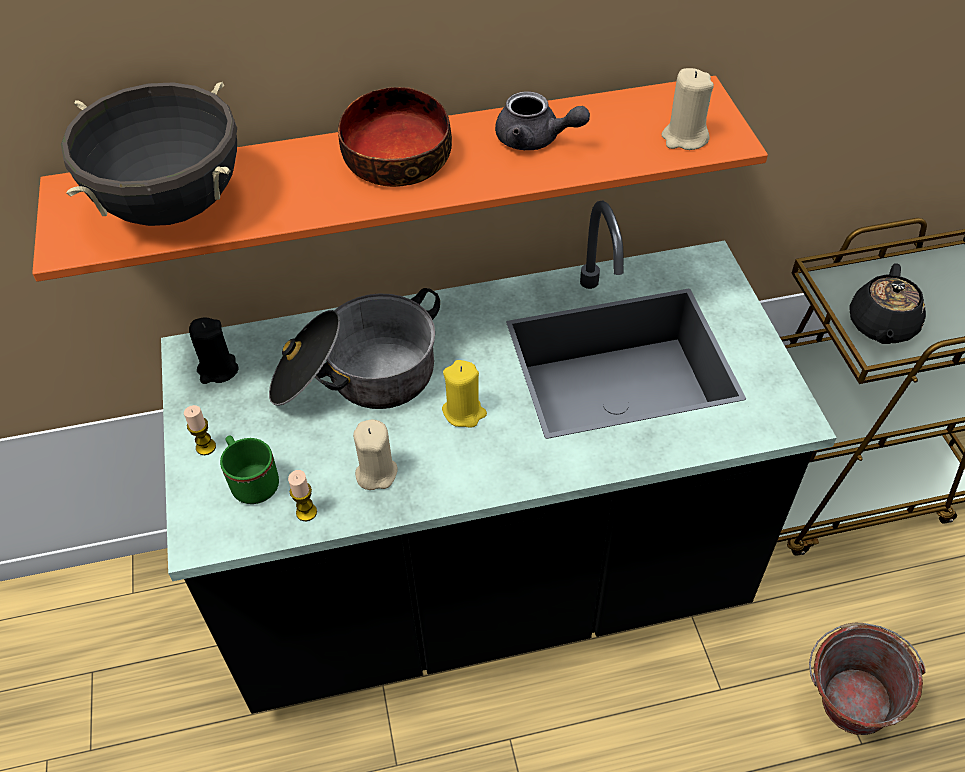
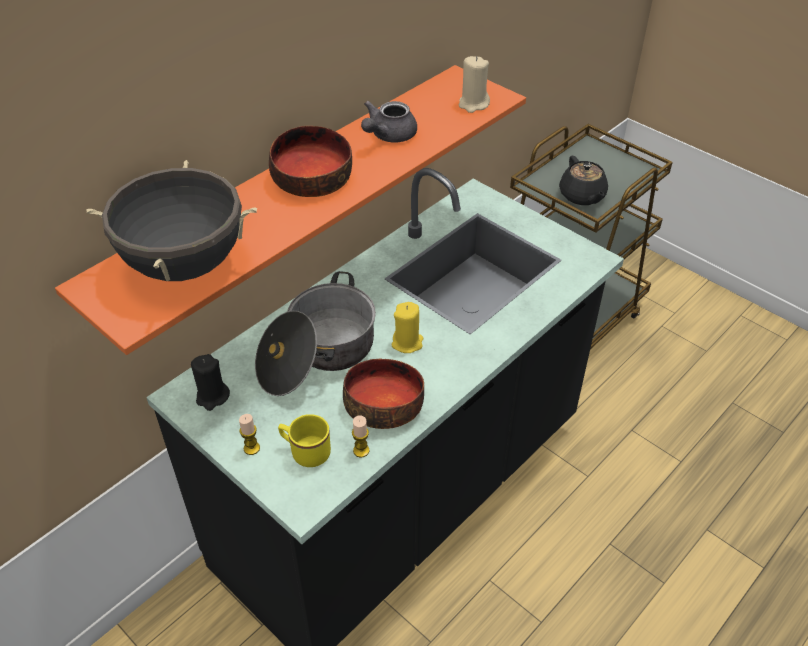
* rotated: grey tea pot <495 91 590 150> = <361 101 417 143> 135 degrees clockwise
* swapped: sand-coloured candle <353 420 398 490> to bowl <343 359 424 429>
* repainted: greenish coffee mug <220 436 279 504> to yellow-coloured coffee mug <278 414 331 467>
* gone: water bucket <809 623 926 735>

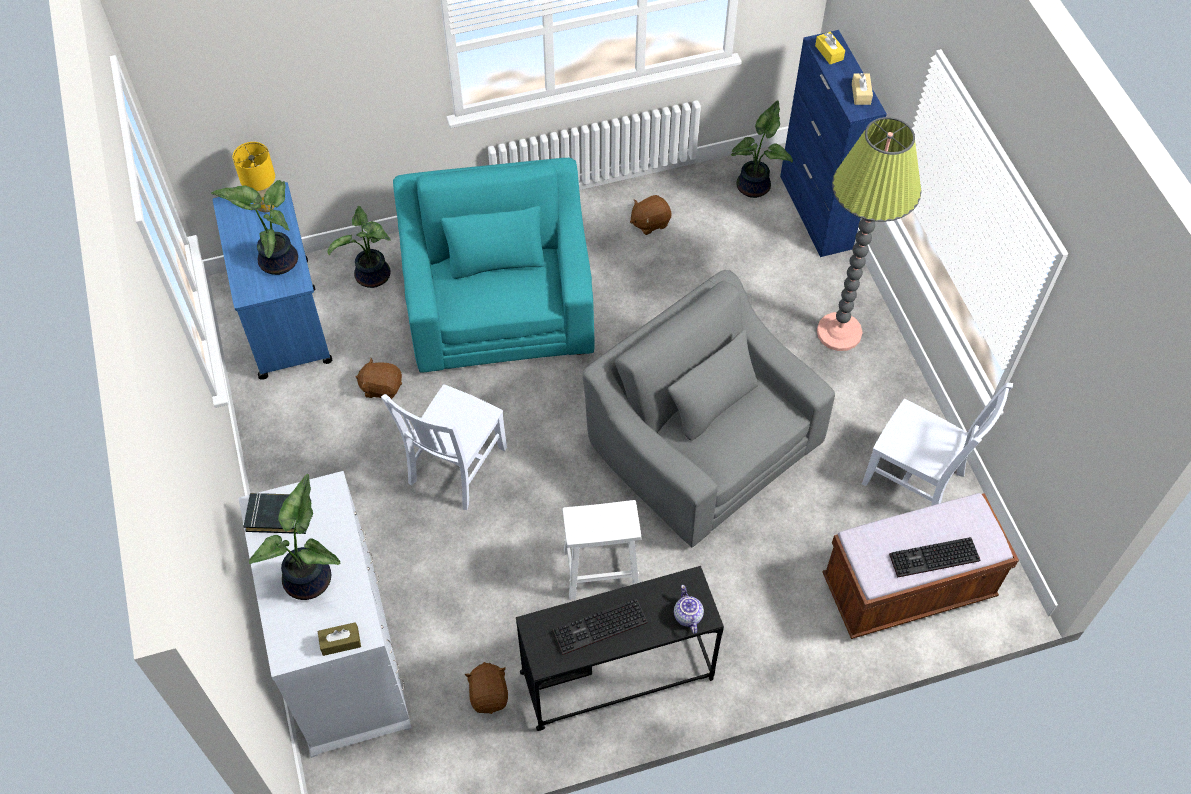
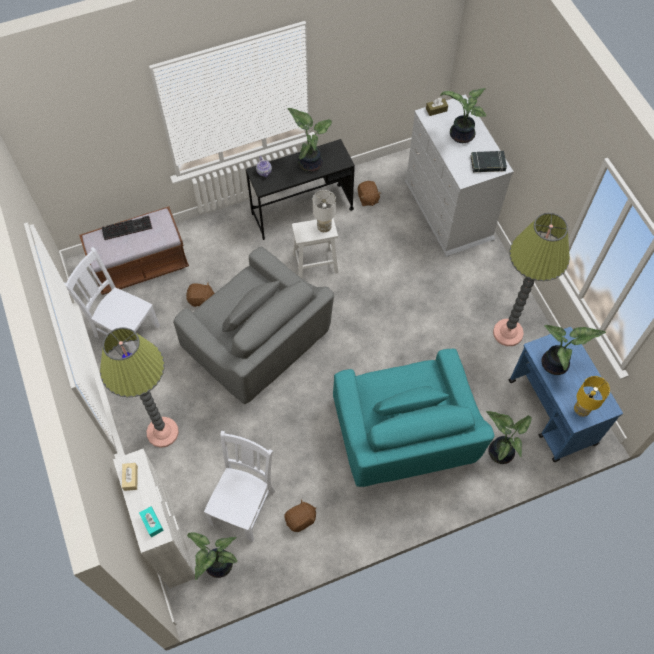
* repainted: blue-coloured cupboard <780 30 887 257> to whitish cupboard <113 449 195 588>
* repainted: yellow-coloured box of tissues <815 32 845 64> to blue-green box of tissues <139 506 164 537>
* shifted: brown-coloured soft toy <356 358 402 399> to <186 282 215 307>
* shifted: whitish chair <381 384 507 510> to <204 431 275 542>
* swapped: PC keyboard <553 599 648 655> to plant in a pot <287 108 333 172>
* new: whitish lamp for a table <313 190 336 232>
* new: standard lamp <493 213 570 346>

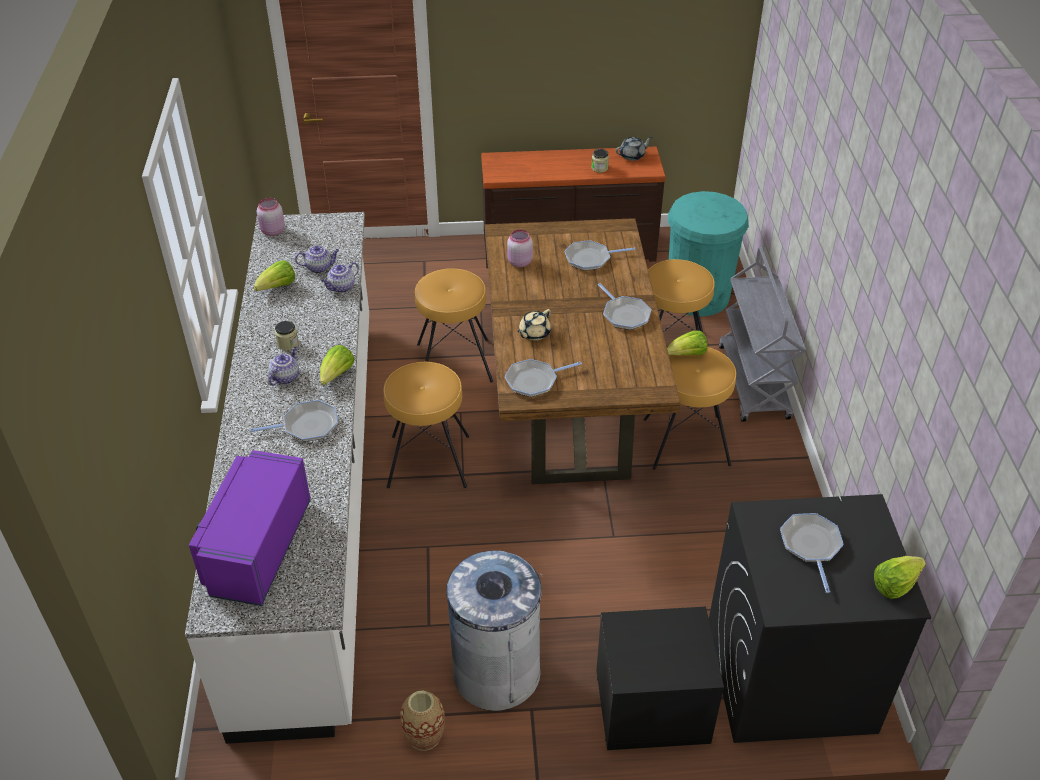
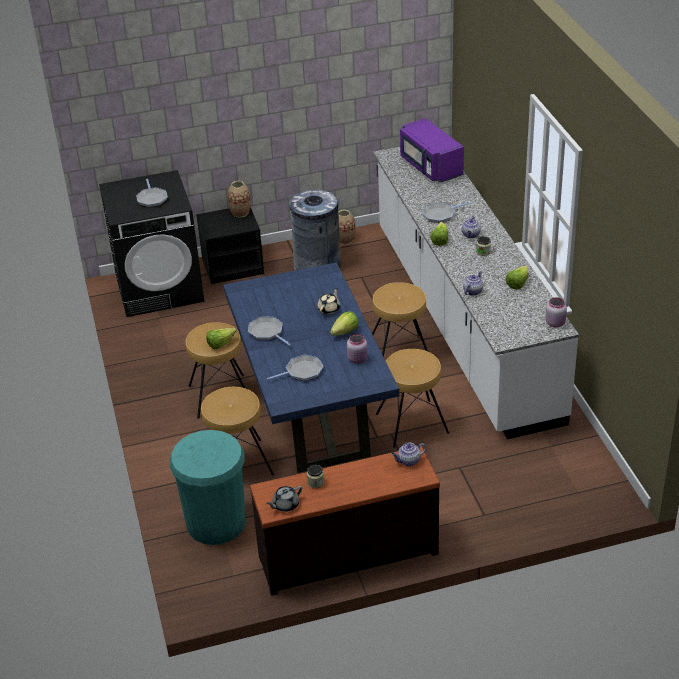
* repainted: brown-coloured dinner table <485 218 680 484> to blue-coloured dinner table <223 262 399 473>
* shifted: tea pot <295 245 339 273> to <392 443 426 466>
* gone: grey trolley <719 247 806 422>
* gone: frying pan <505 359 582 397>
* rotated: purple-coloured kitchen microwave <189 450 311 606> = <400 118 464 183> 150 degrees clockwise
* shifted: head of lettuce <874 556 926 599> to <330 311 359 336>
* new: decorative vase <227 181 251 217>

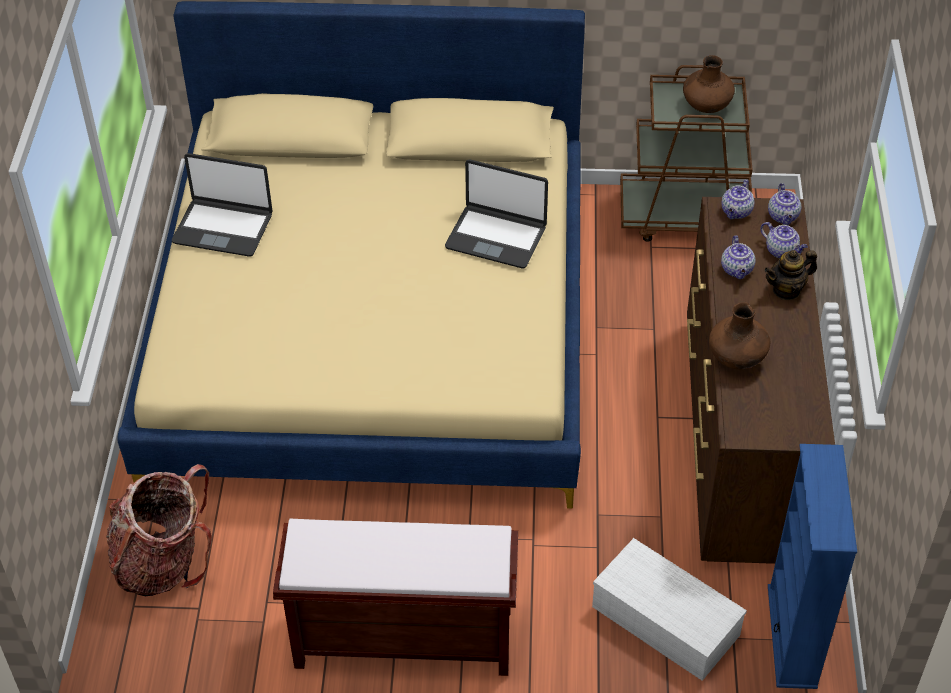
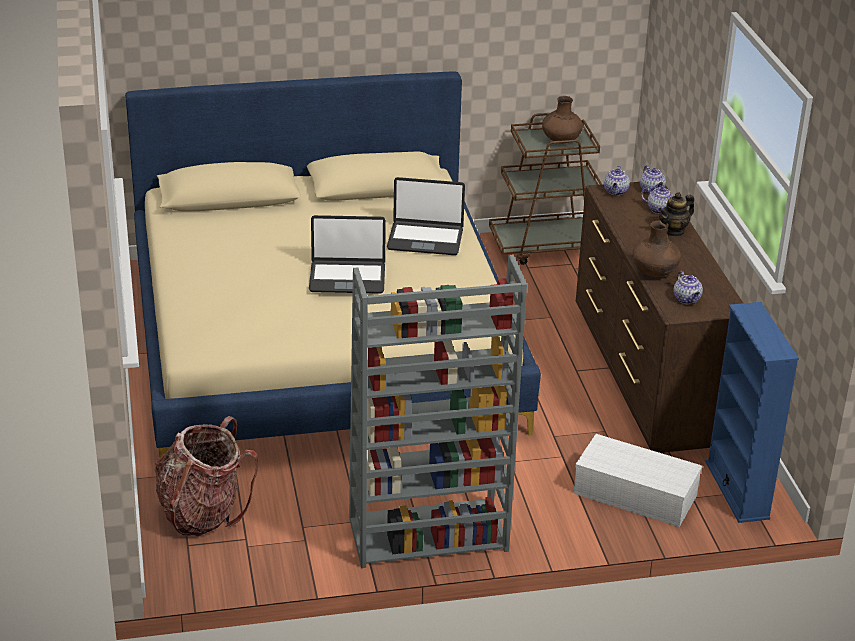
* shifted: portable computer <172 153 273 257> to <309 215 386 294>
* shifted: tea pot <721 235 755 279> to <673 271 703 304>
* swapped: brown-coloured long seat <273 519 518 676> to grey bookcase <349 255 527 568>

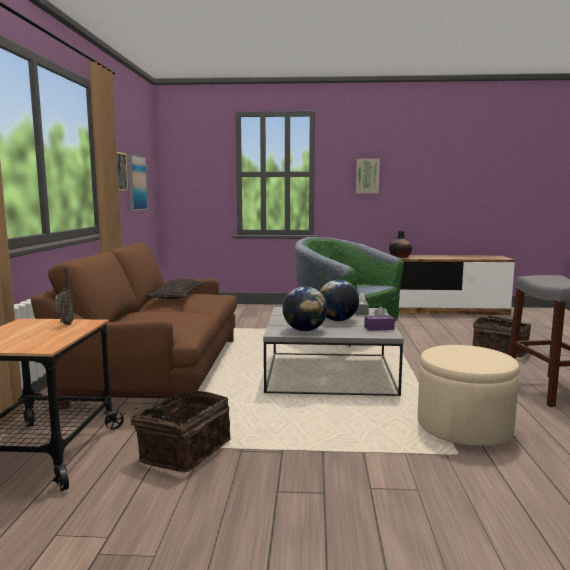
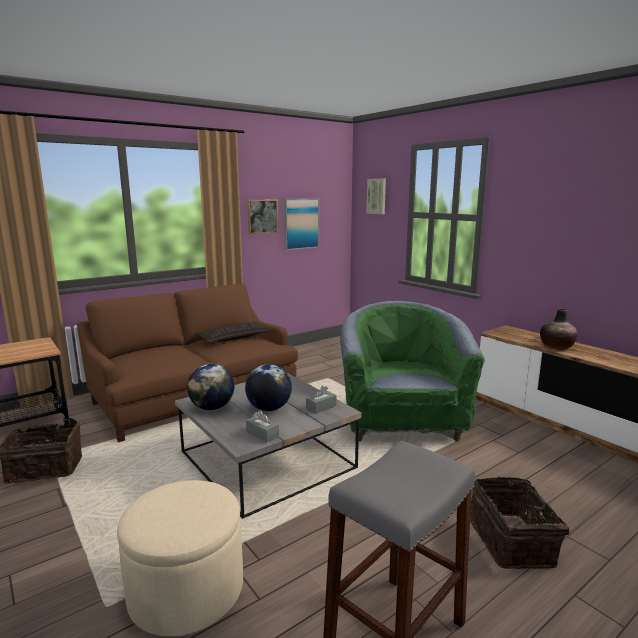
* shifted: wall art <356 159 380 193> to <366 179 386 214>
* gone: radio set <55 267 74 325>
* repainted: purple-coloured box of tissues <364 306 395 331> to grey box of tissues <246 410 279 443>

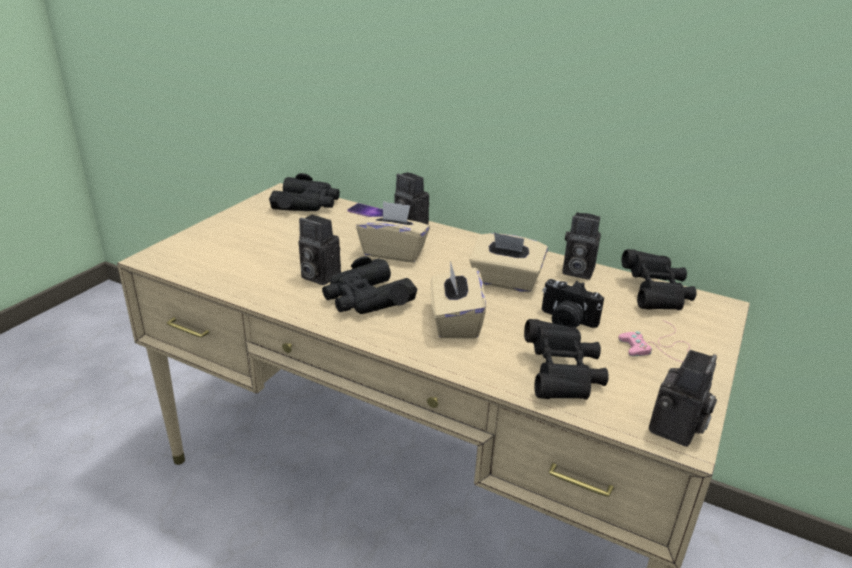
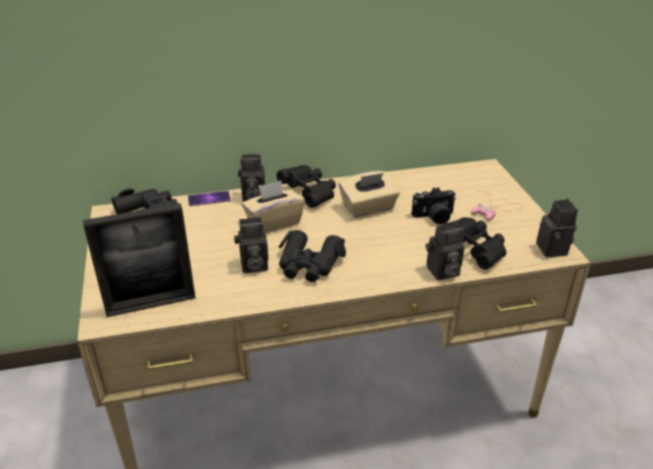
* shifted: still camera <562 212 601 280> to <426 222 464 280>
* shifted: black field glasses <621 249 697 310> to <277 165 336 208>
* gone: sand-coloured box of tissues <430 261 486 339>
* new: photo frame <83 203 195 317>

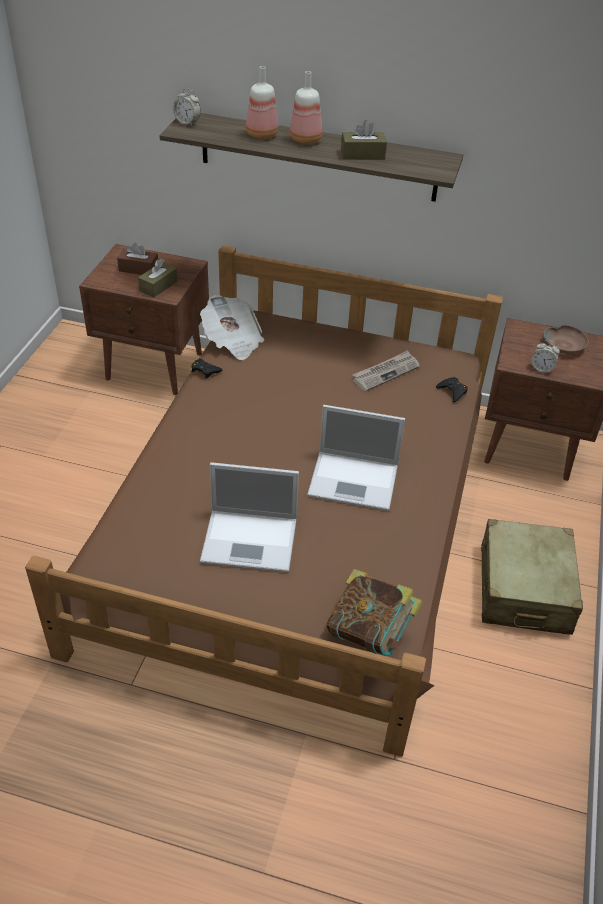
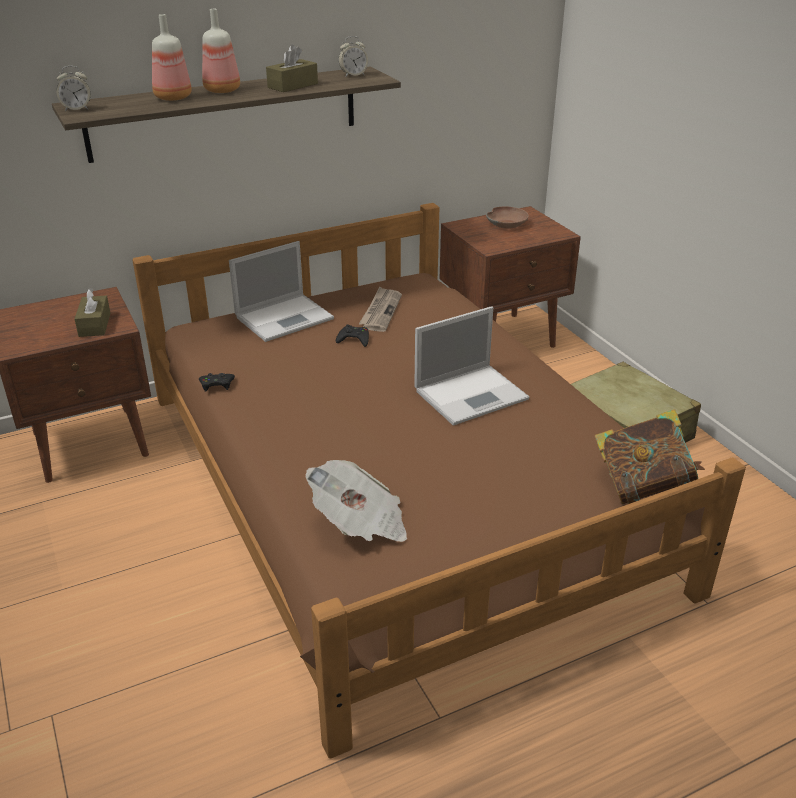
* gone: brown-coloured box of tissues <117 243 158 275>
* shifted: printed paper <200 295 264 360> to <306 460 407 542>
* shifted: bedside clock <531 340 560 374> to <338 36 368 76>
* shifted: black gamepad <436 377 468 402> to <336 325 369 347>
* shifted: portable computer <200 462 299 572> to <229 241 334 342>

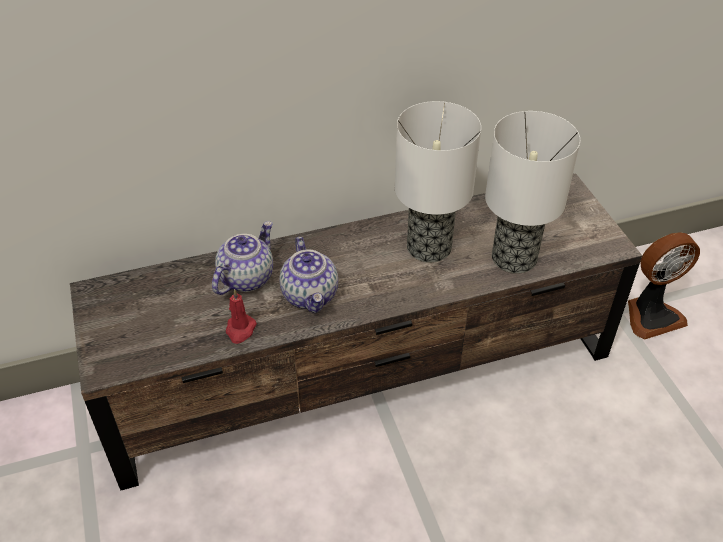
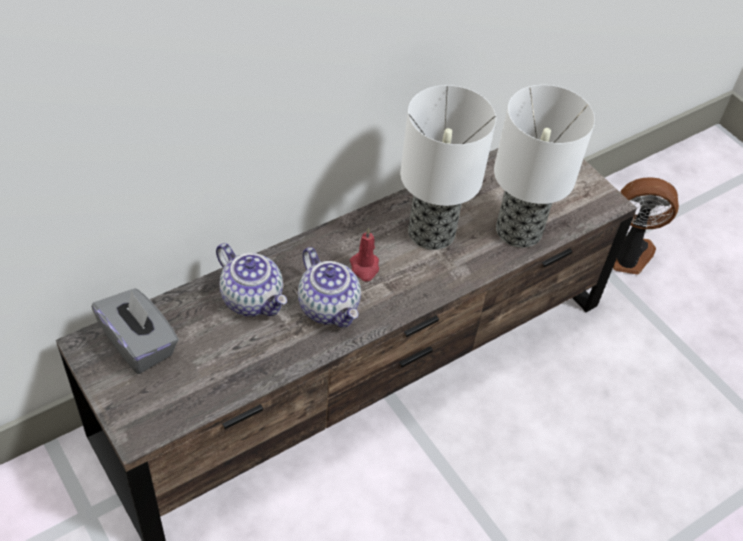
* rotated: tea pot <212 221 273 295> = <216 243 287 316> 120 degrees clockwise
* rotated: cooling fan <628 232 700 340> = <613 177 679 275> 135 degrees counterclockwise
* shifted: red-coloured candle <226 289 257 344> to <350 228 379 282>
* new: grey box of tissues <92 288 179 374>

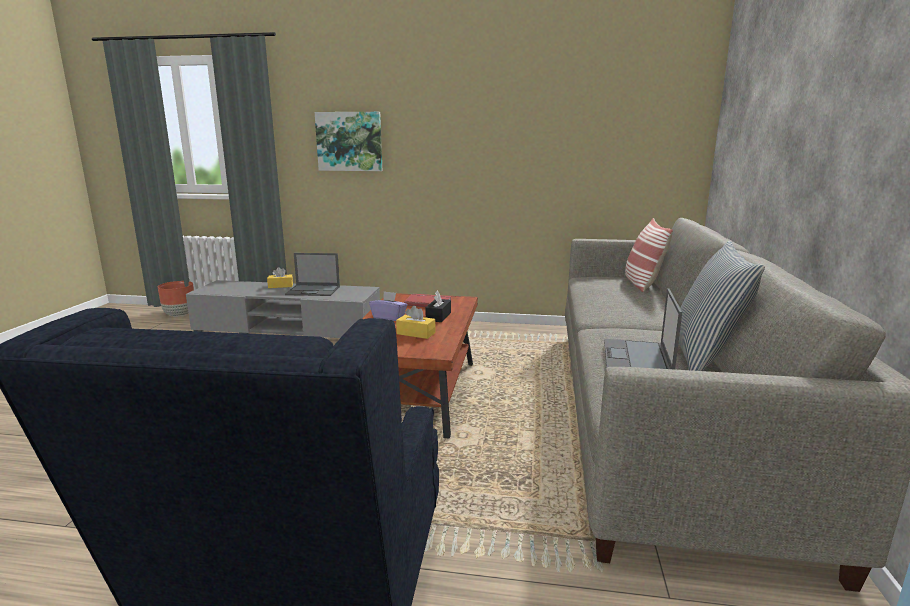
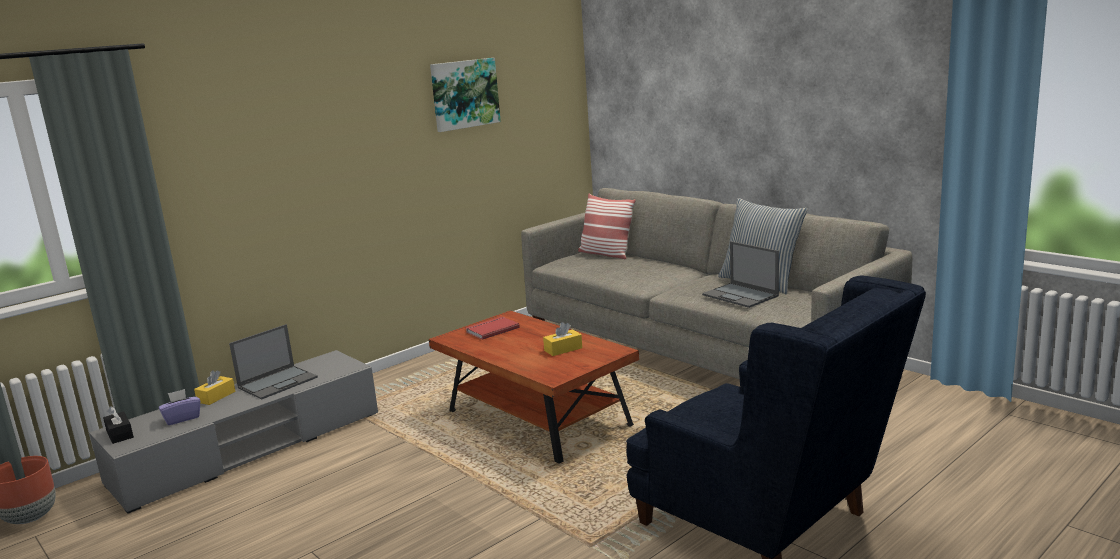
* shifted: wall art <315 112 382 171> to <430 58 501 132>
* shifted: purple-coloured box of tissues <369 291 407 321> to <159 389 200 425>
* shifted: black box of tissues <426 291 451 322> to <103 406 134 444>

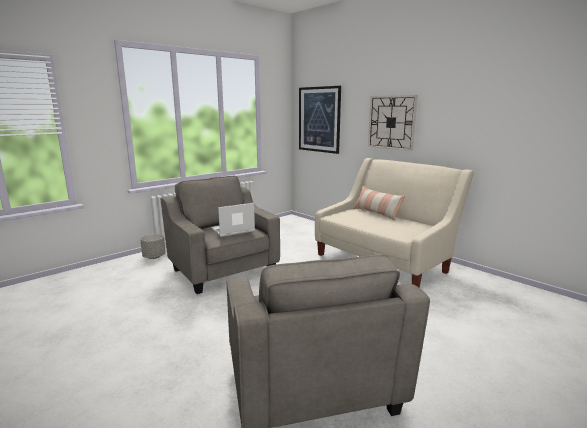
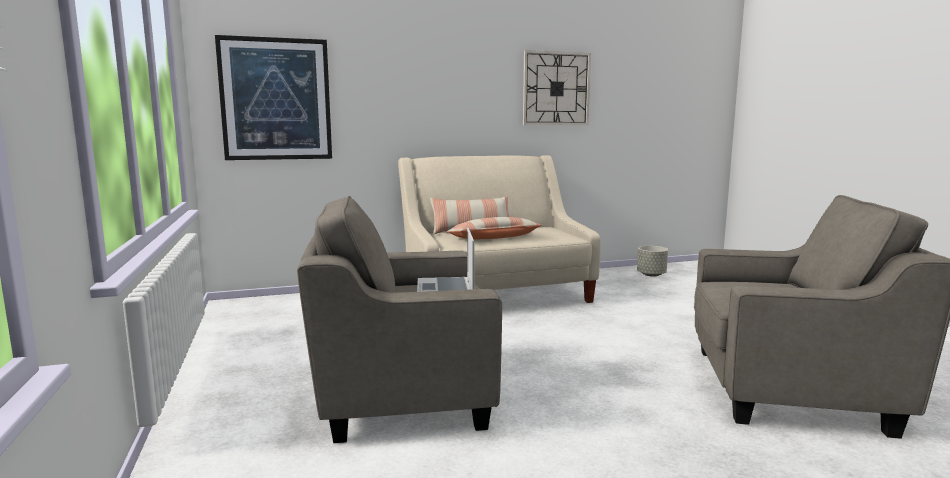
* shifted: clock on the wall <368 95 418 151> to <523 50 591 125>
* shifted: grey planter <140 234 166 259> to <637 246 668 277>
* new: cushion <447 217 542 239>

